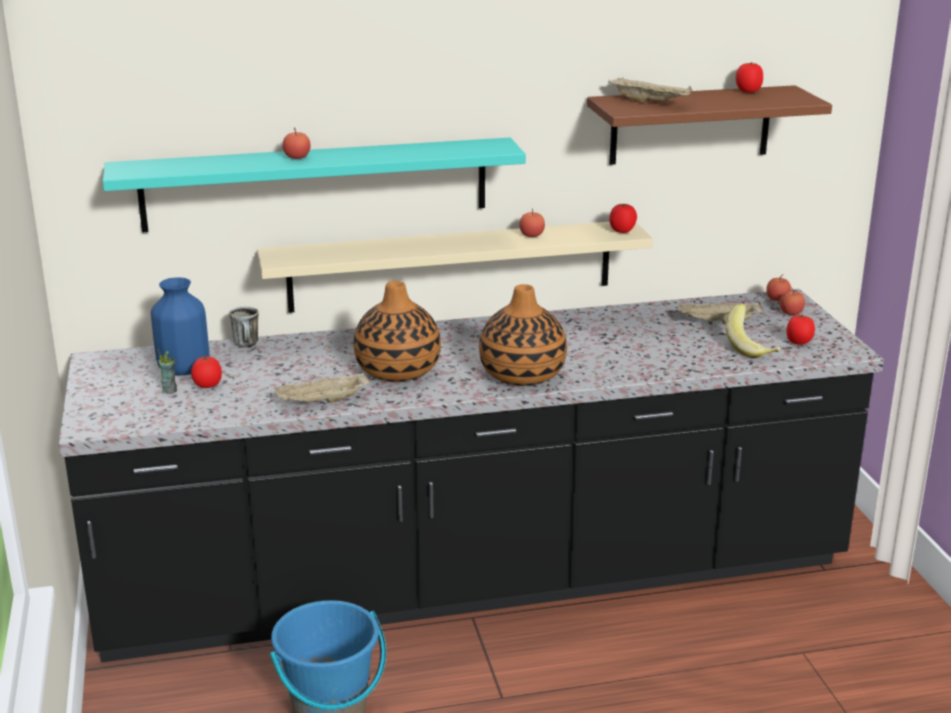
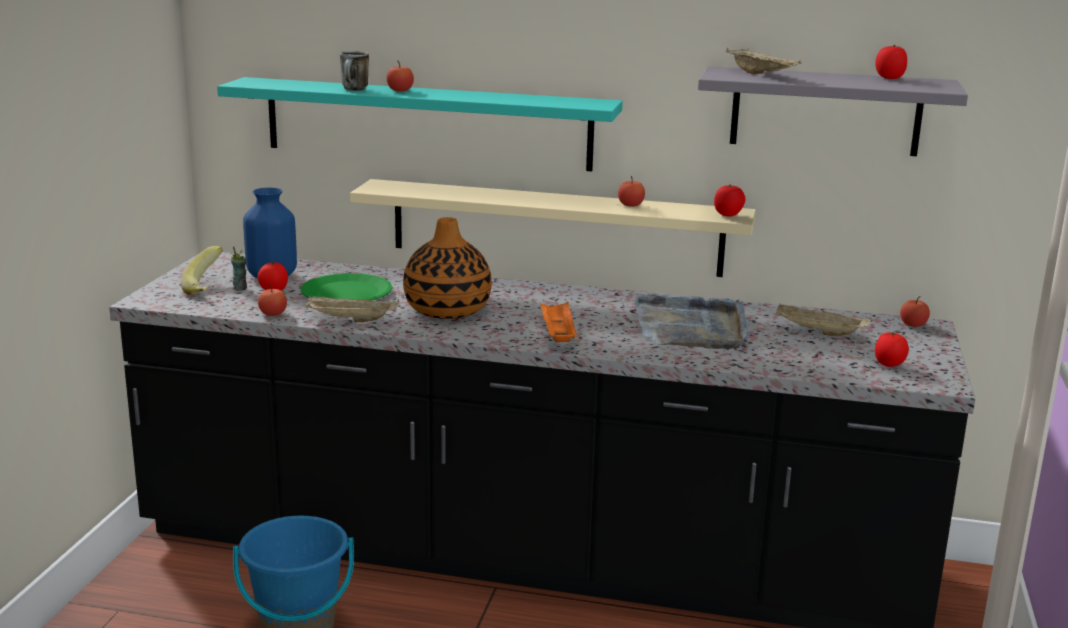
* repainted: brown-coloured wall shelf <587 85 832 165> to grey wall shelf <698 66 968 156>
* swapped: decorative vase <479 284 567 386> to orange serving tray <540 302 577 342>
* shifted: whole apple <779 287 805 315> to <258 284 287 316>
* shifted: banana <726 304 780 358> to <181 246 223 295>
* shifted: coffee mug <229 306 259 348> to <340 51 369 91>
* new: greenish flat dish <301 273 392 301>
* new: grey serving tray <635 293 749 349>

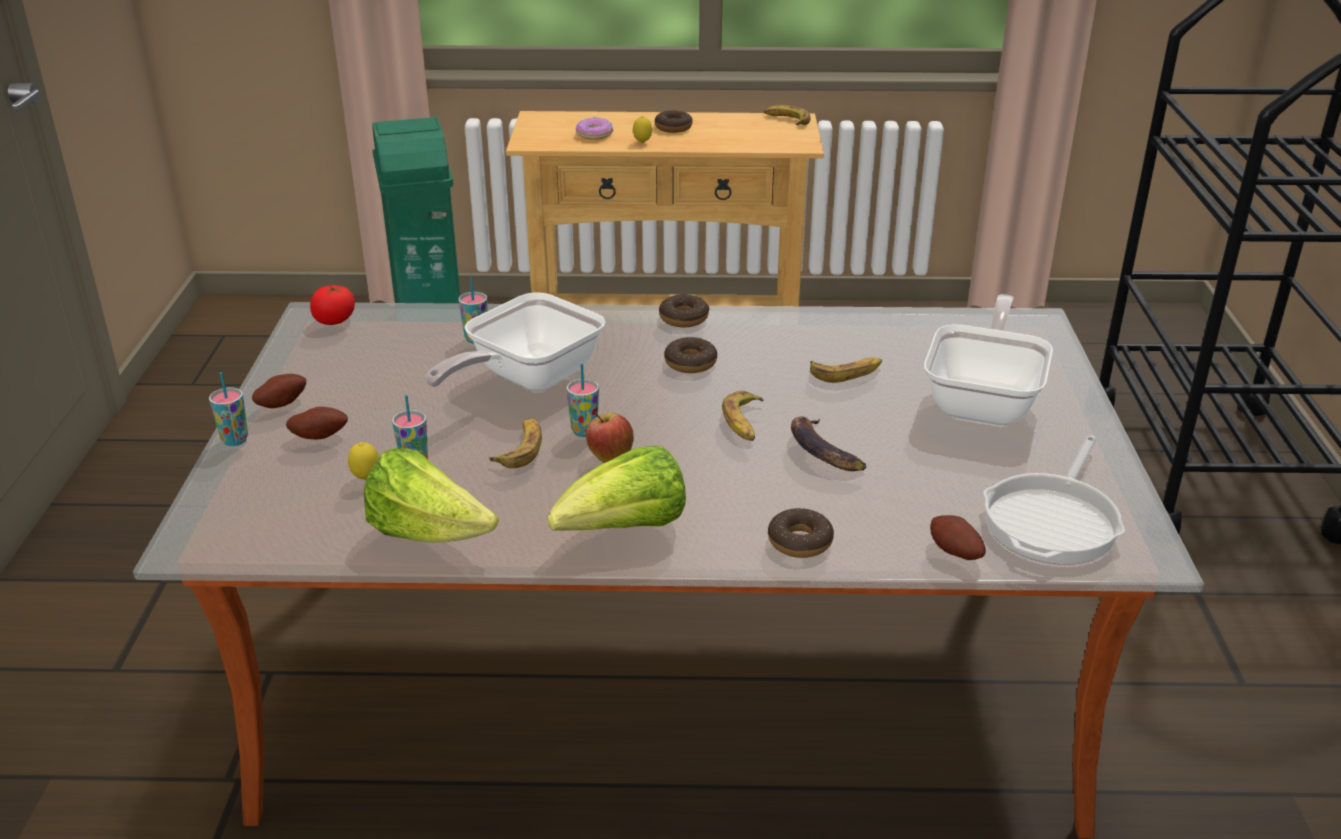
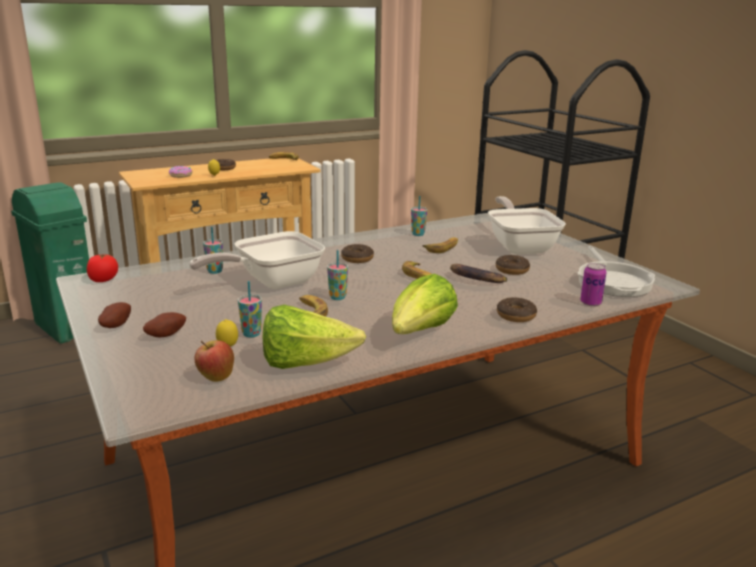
* rotated: frying pan <425 292 606 391> = <189 231 325 289> 45 degrees clockwise
* shifted: ring doughnut <659 294 709 327> to <496 255 530 275>
* shifted: drinking cup <209 372 248 446> to <411 196 427 236>
* shifted: whole apple <586 411 634 463> to <195 340 234 382>
* swapped: whole potato <930 515 986 560> to can <580 263 607 306>

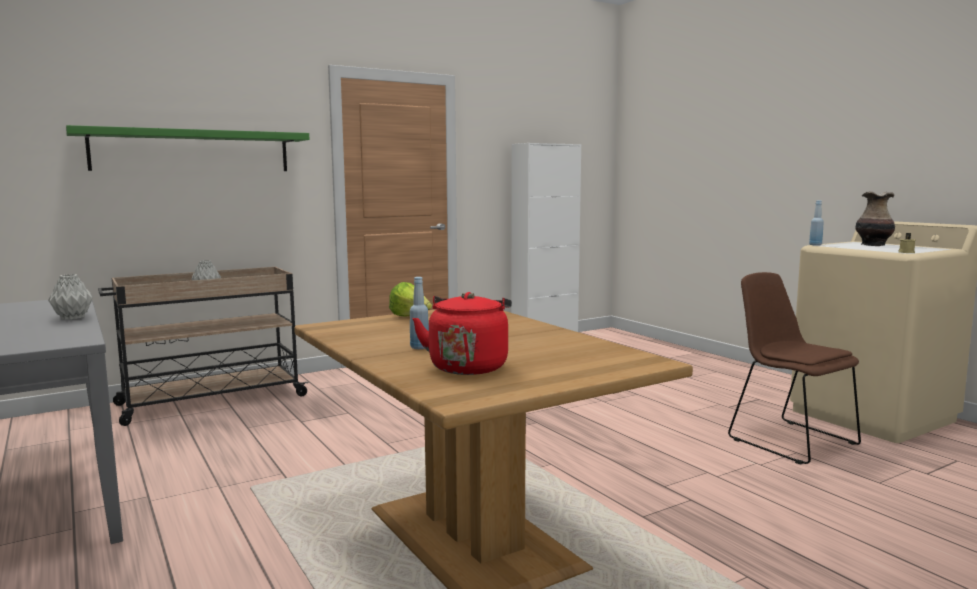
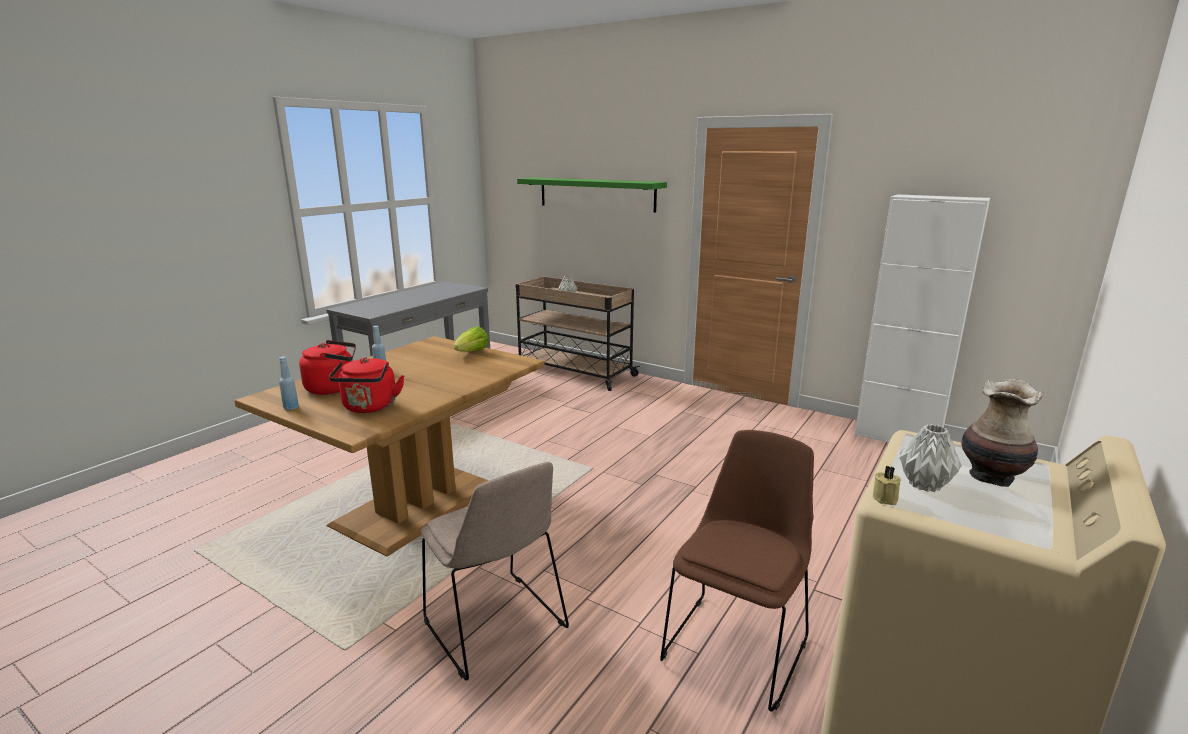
* shifted: blue-coloured beverage bottle <809 201 824 245> to <279 356 299 410>
* shifted: grey decorative vase <48 274 93 320> to <900 424 962 492>
* new: red-coloured kettle <329 357 404 413>
* new: sand-coloured chair <421 462 569 681>

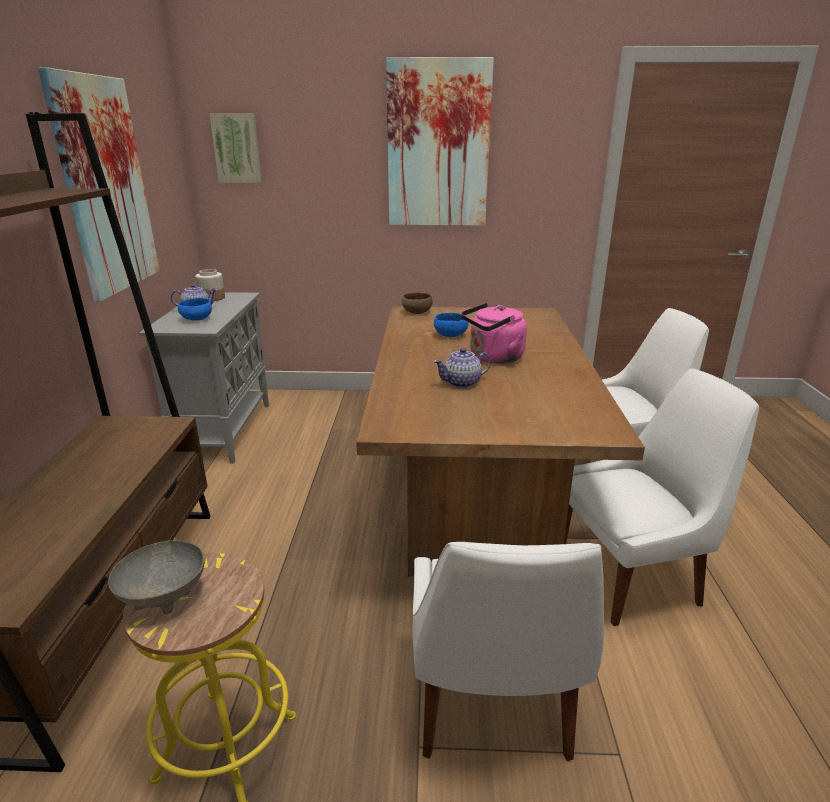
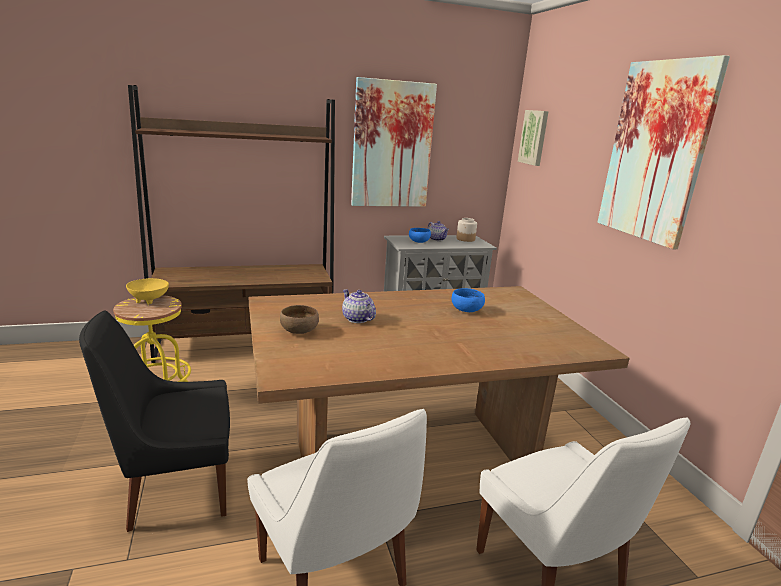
* shifted: brown-coloured bowl <402 292 433 314> to <280 305 319 334>
* gone: pink-coloured kettle <461 303 527 364>
* repainted: grey bowl <108 540 205 615> to yellow-coloured bowl <126 278 169 304>
* repainted: whitish chair <412 542 604 761> to black chair <79 310 230 532>

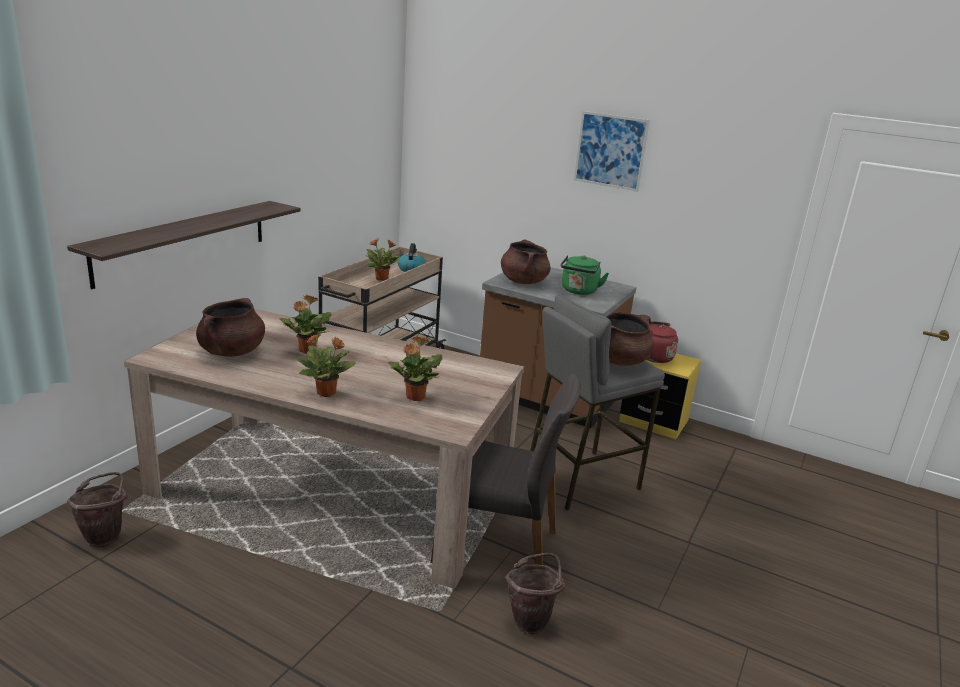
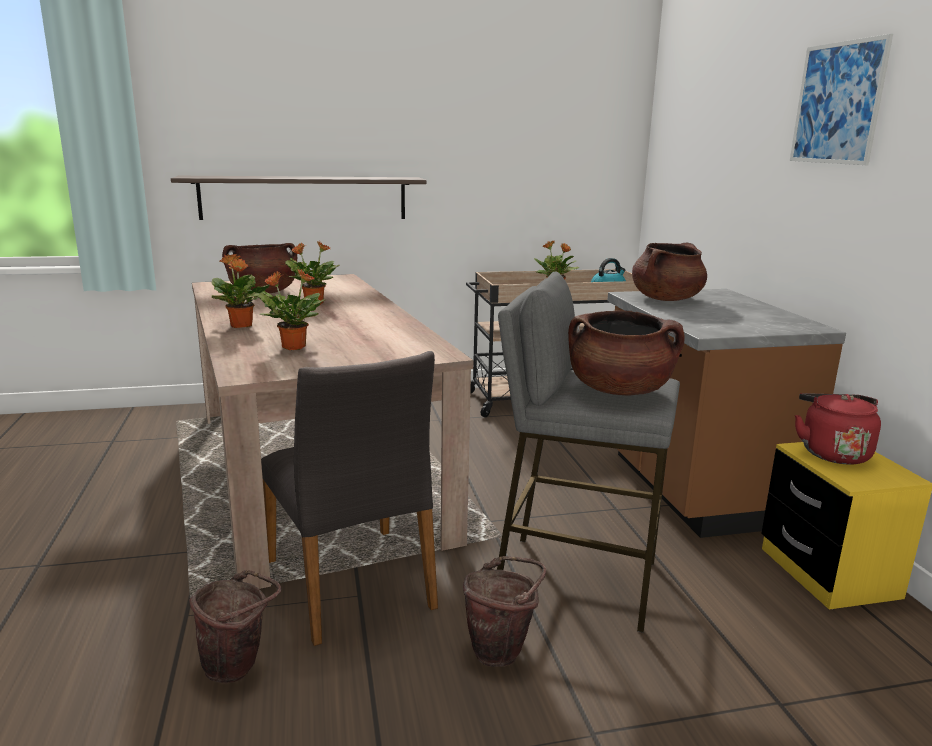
* gone: greenish kettle <561 255 609 295>
* shifted: brown-coloured water bucket <67 472 128 548> to <463 556 546 667>

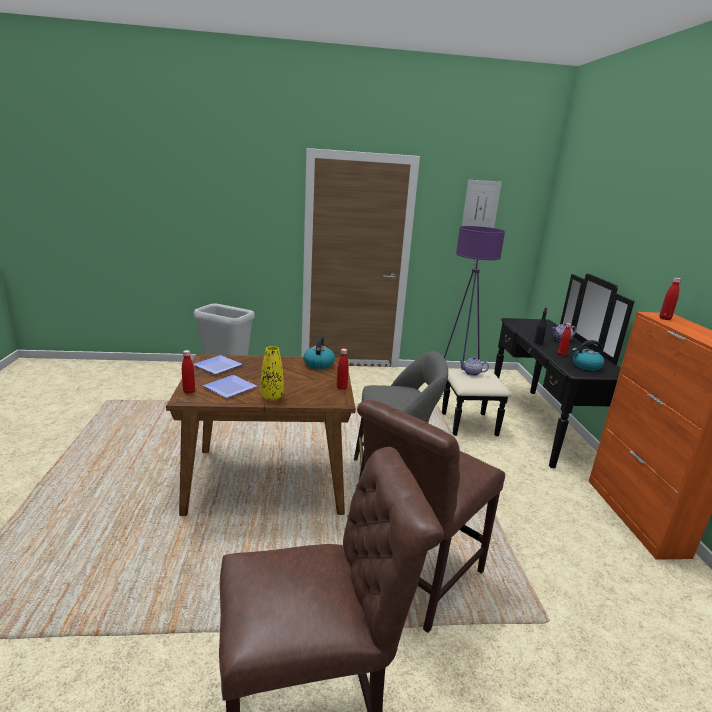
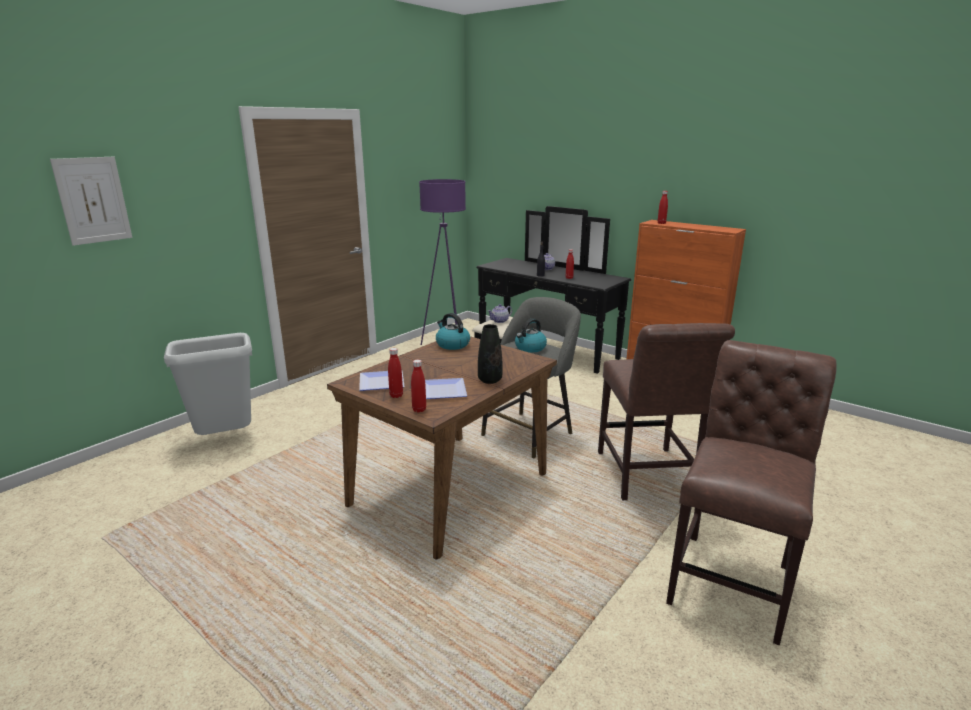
* shifted: wall art <462 180 502 228> to <50 157 133 246>
* shifted: kettle <572 340 604 371> to <515 319 547 353>
* repainted: yellow-coloured decorative vase <261 346 284 401> to black decorative vase <478 324 503 384>
* shifted: red-coloured beverage bottle <337 349 349 390> to <388 348 403 398>

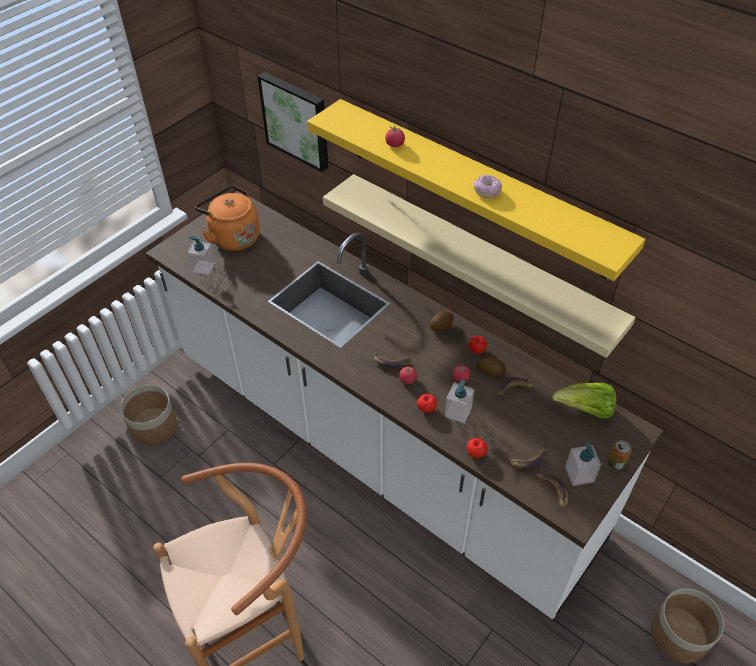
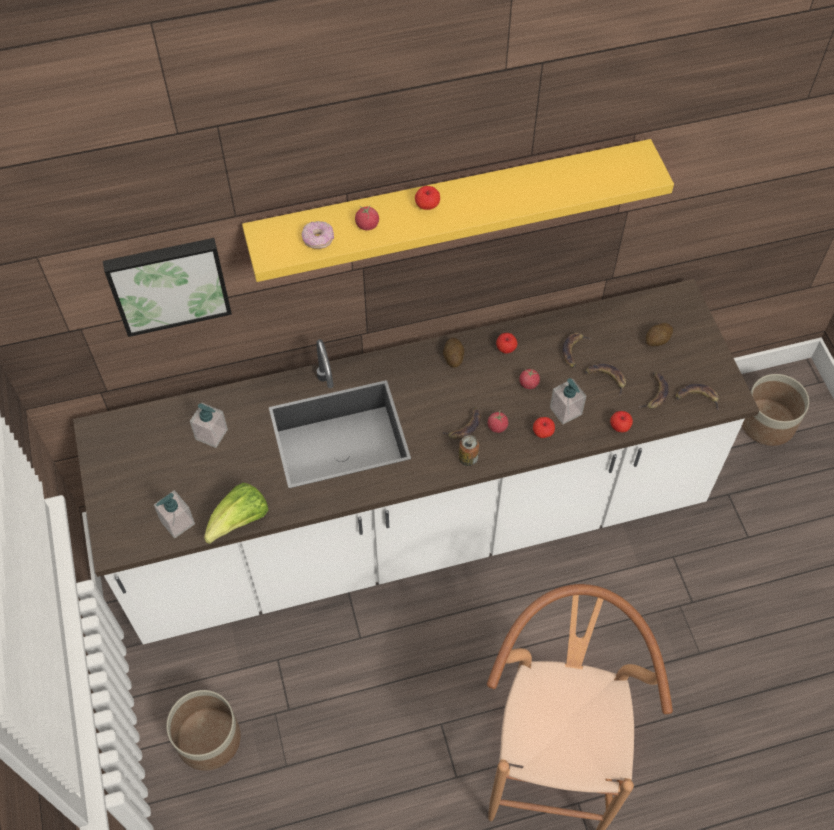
* gone: sand-coloured wall shelf <323 174 636 358>
* shifted: ring doughnut <474 175 502 198> to <302 221 334 249>
* gone: orange kettle <195 185 260 251>
* shifted: whole potato <477 356 506 376> to <646 323 673 346>
* shifted: head of lettuce <552 383 616 418> to <204 483 268 544>
* shifted: can <607 440 631 470> to <459 435 479 466>
* shifted: soap bottle <565 442 601 486> to <190 403 228 448>
* new: whole apple <415 186 440 210>
* new: banana <585 364 626 397>

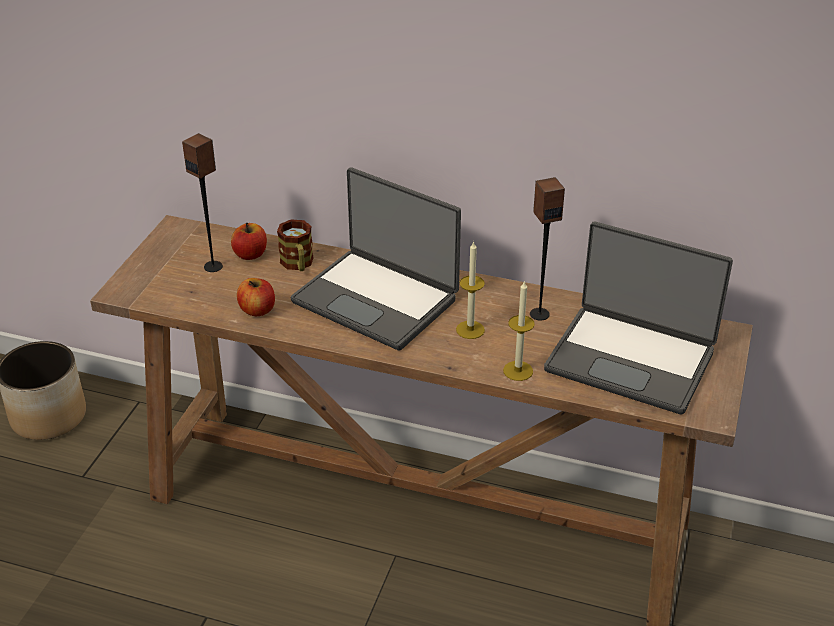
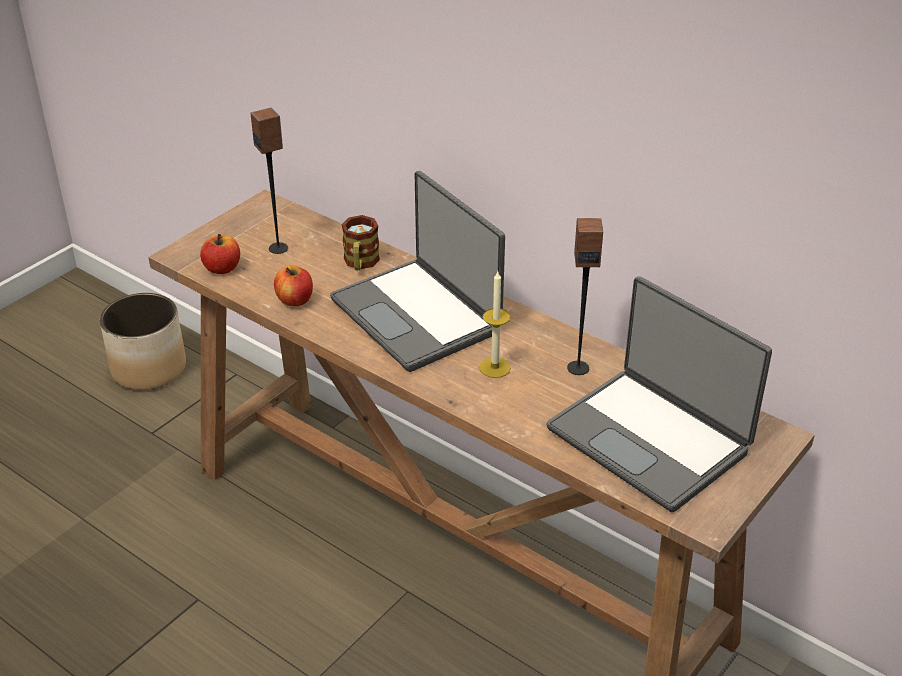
* shifted: whole apple <231 223 267 260> to <200 234 240 274>
* gone: candle <503 280 535 381>

